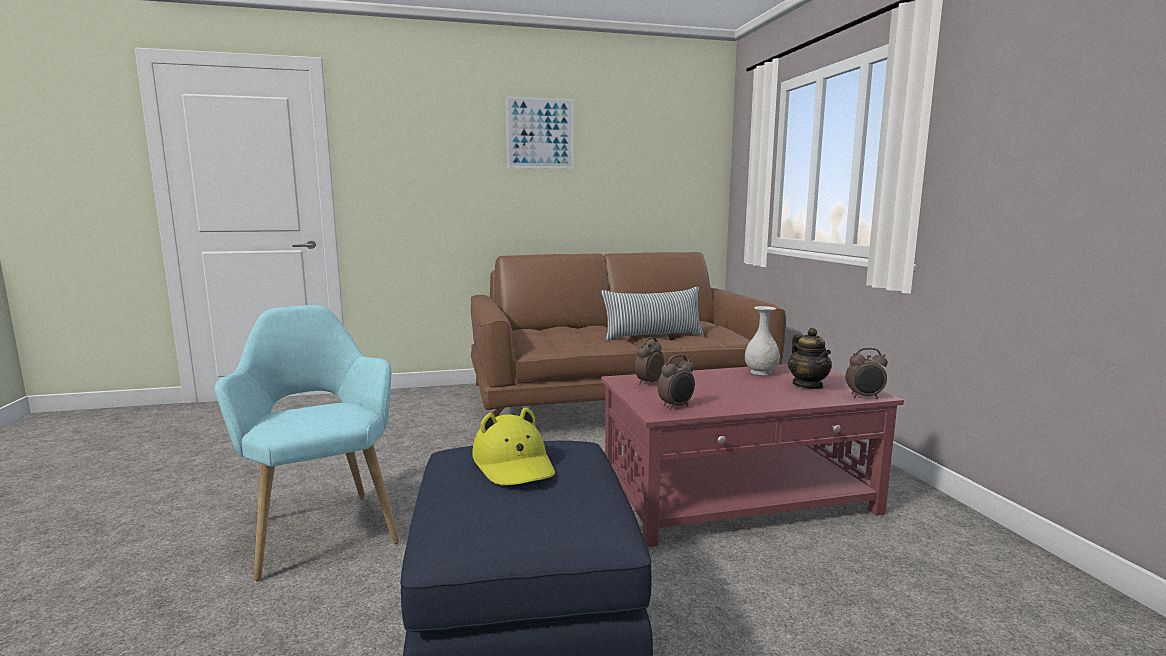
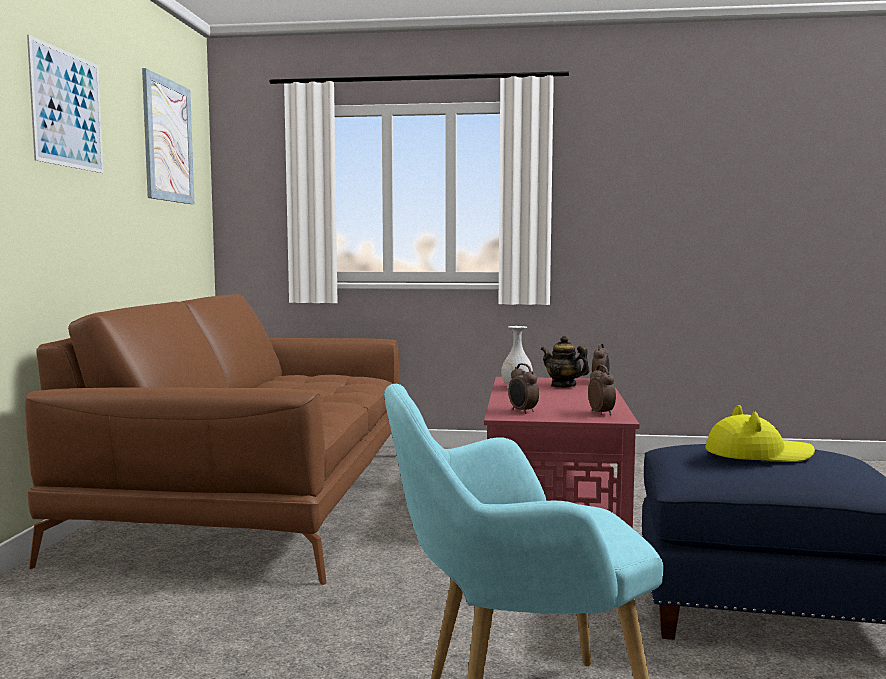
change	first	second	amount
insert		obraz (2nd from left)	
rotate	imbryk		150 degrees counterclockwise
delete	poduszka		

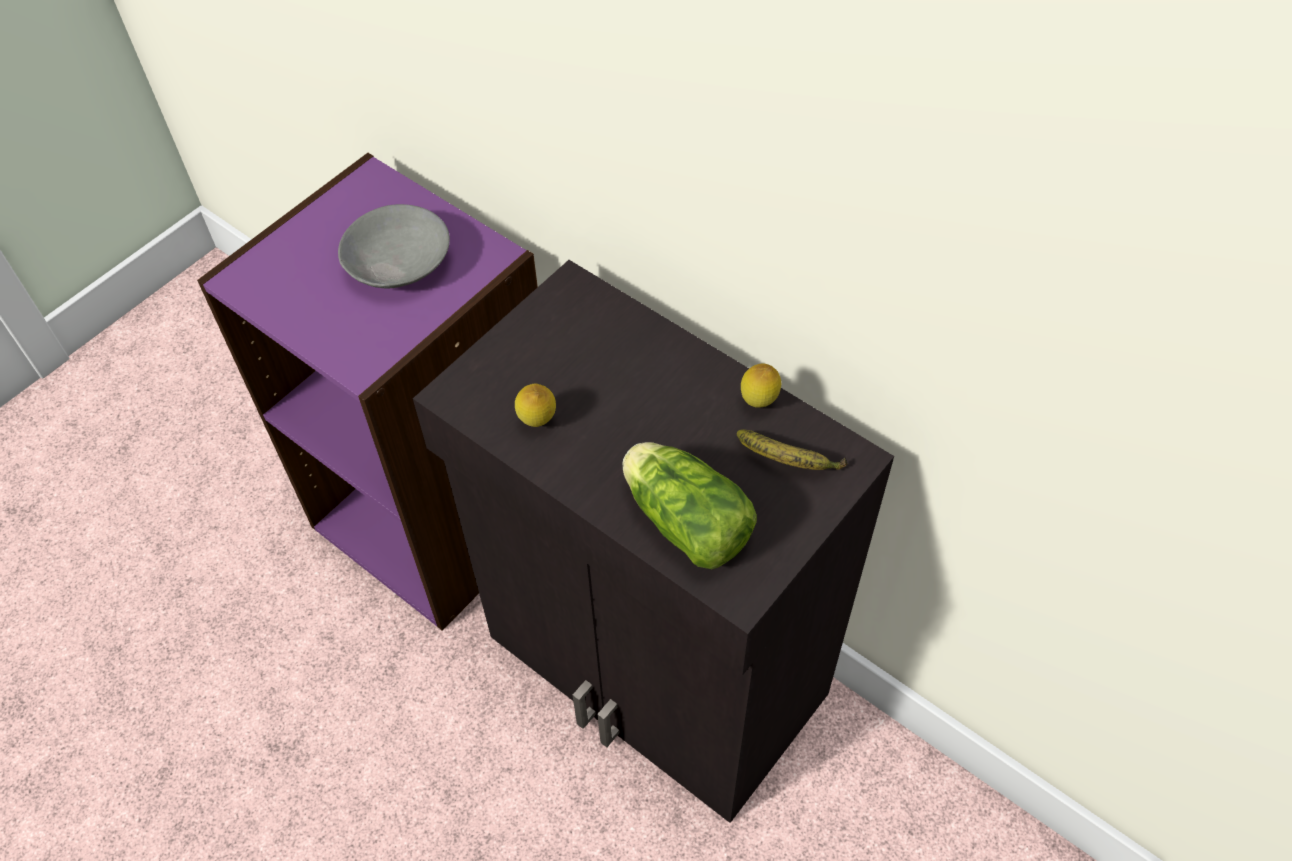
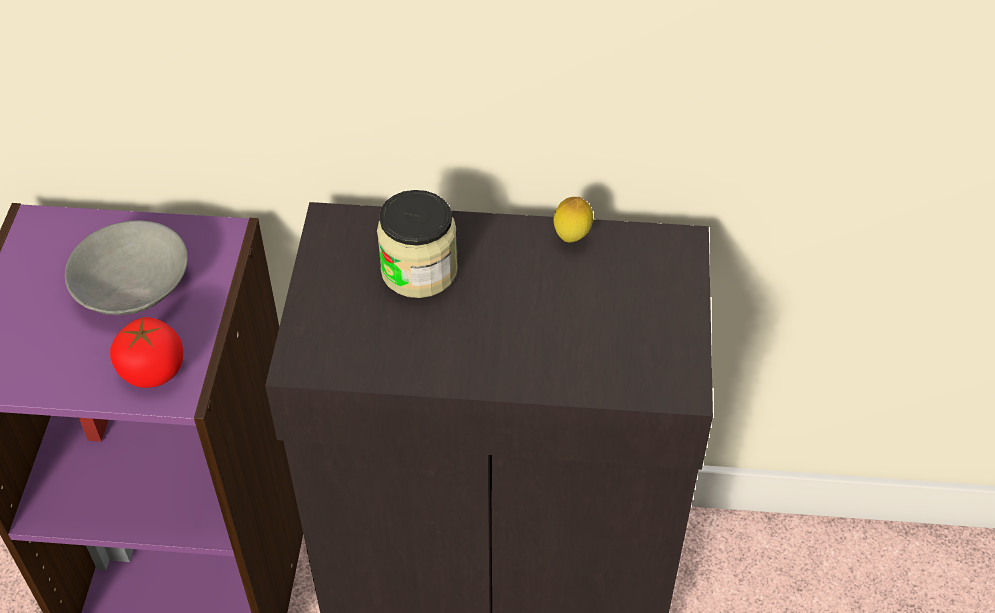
change	first	second	amount
insert		pomidor	
insert		słoik	
delete	cytryna (1st from left)		
delete	sałata		
delete	banan		

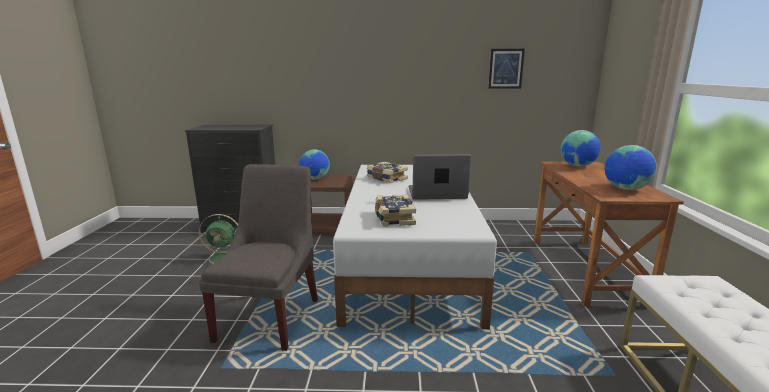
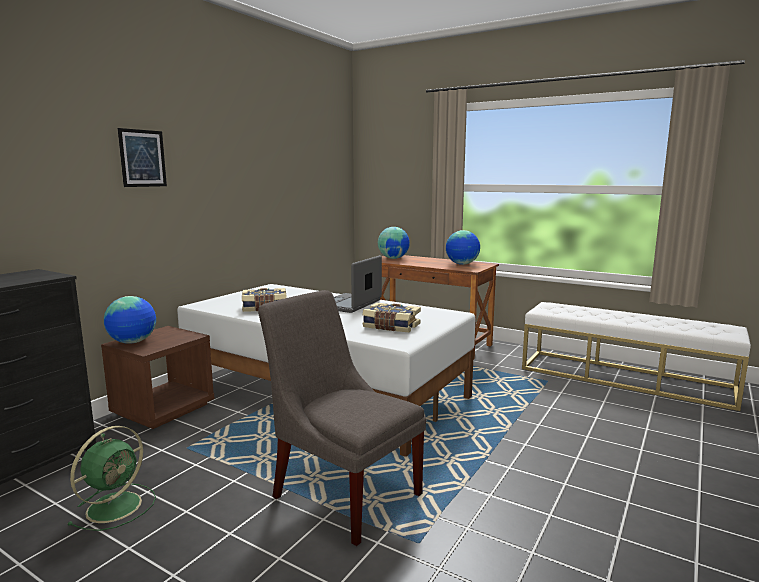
change	first	second	amount
move	obraz		

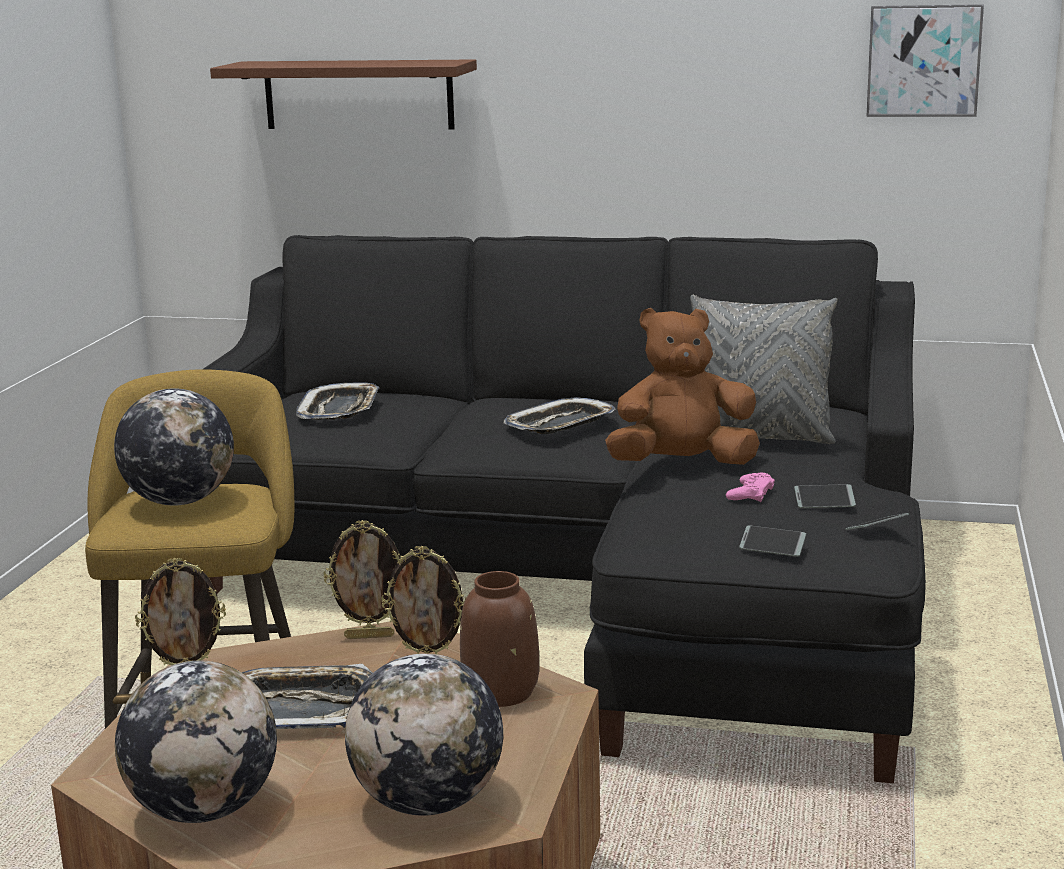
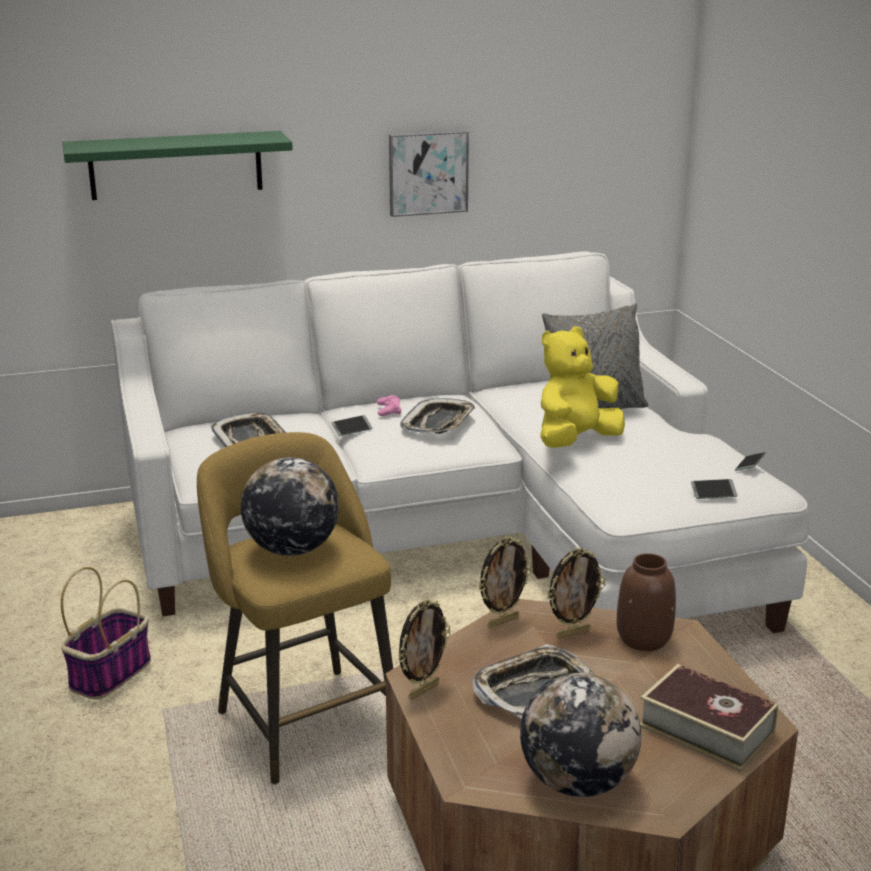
change	first	second	amount
insert		koszyk	
recolor	półka [brązowy]	półka [zielony]	
recolor	kanapa [czarny]	kanapa [biały]	
move	telefon (2nd from left in the first image)	telefon (1st from left)	
move	pad do gier [różowy]		
move	obraz		
recolor	pluszak [brązowy]	pluszak [żółty]	
replace	globus (3rd from left)	książka	

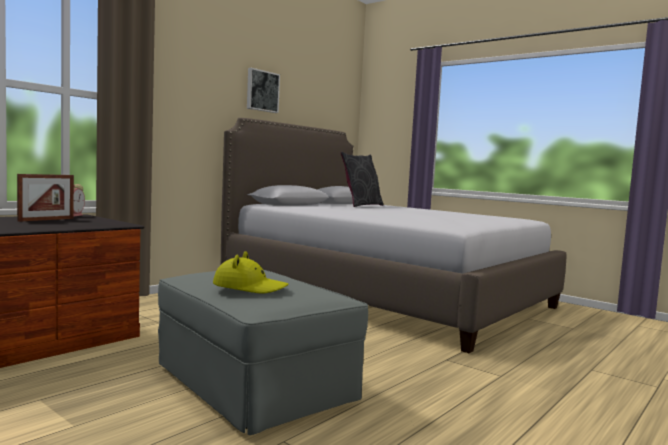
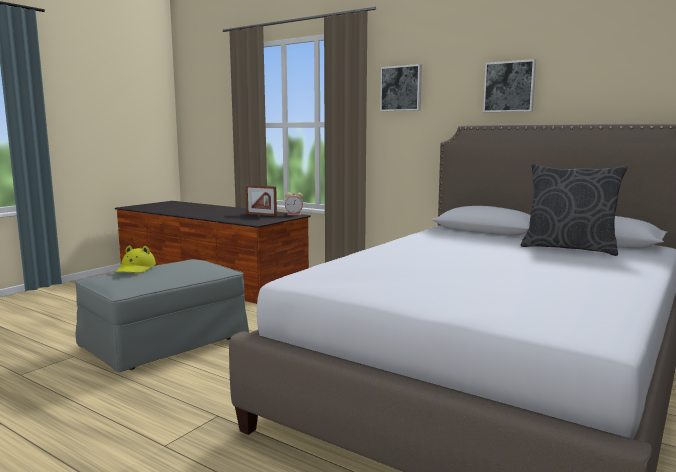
change	first	second	amount
insert		obraz (1st from left)	

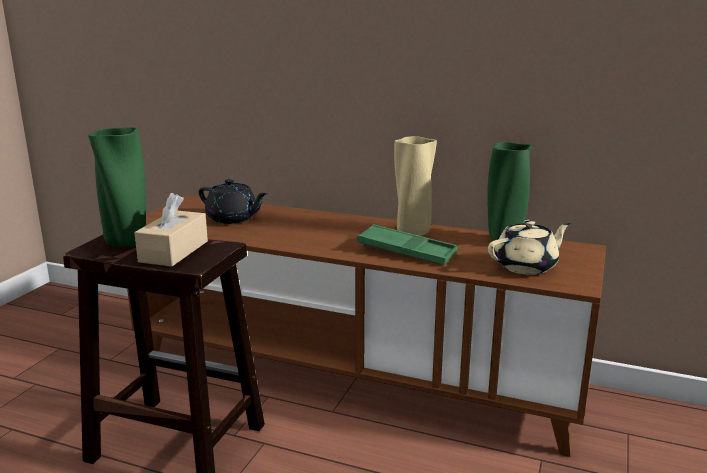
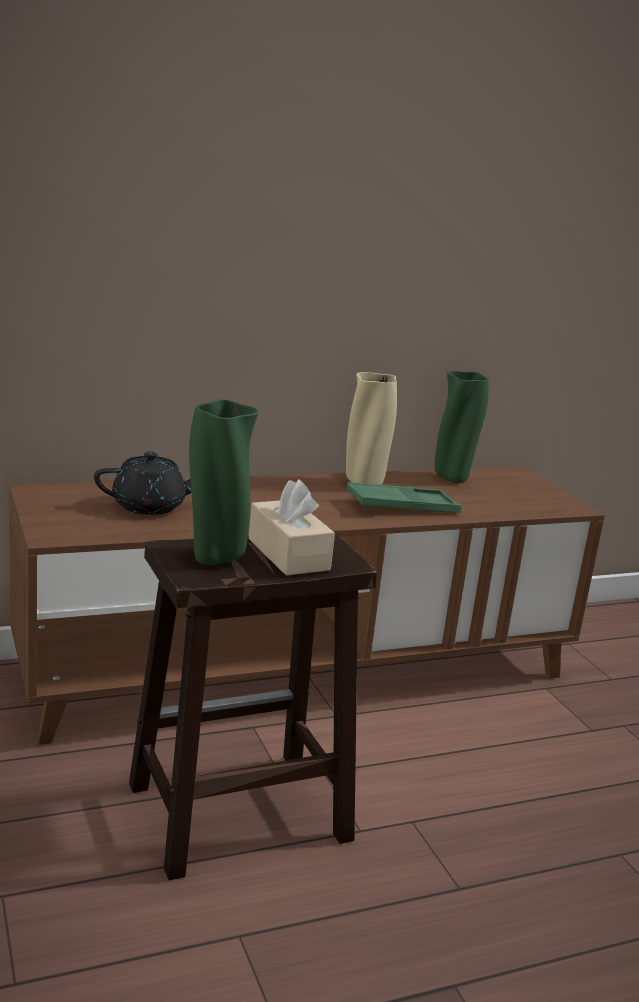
change	first	second	amount
delete	imbryk [beżowy]		

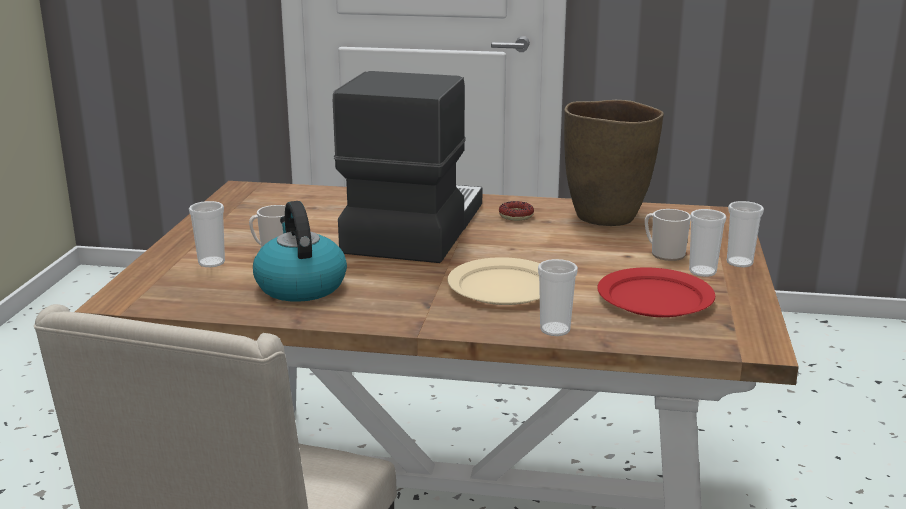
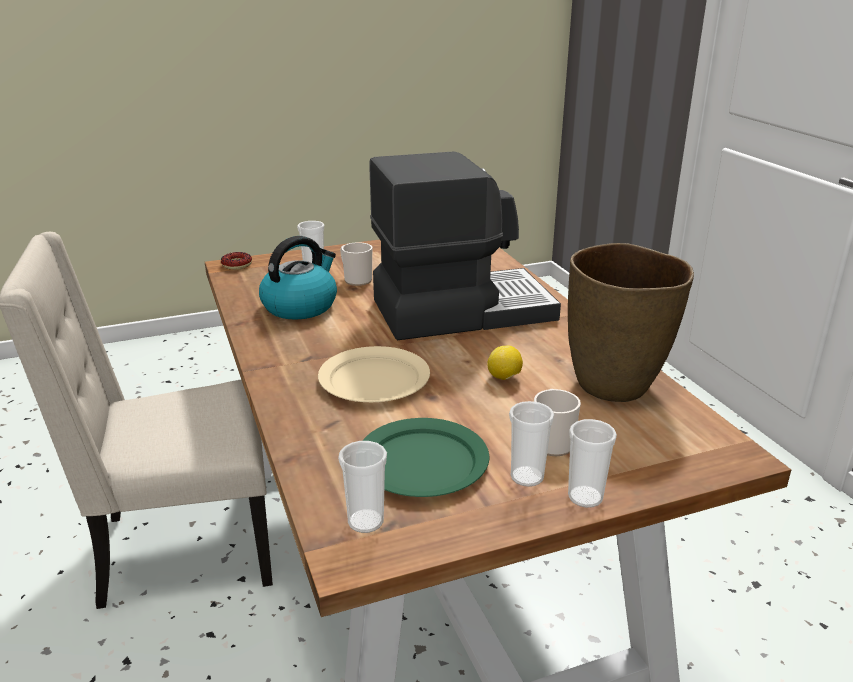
change	first	second	amount
move	donut		
move	filiżanka (2nd from left)		
recolor	talerz [czerwony]	talerz [zielony]	
insert		cytryna	

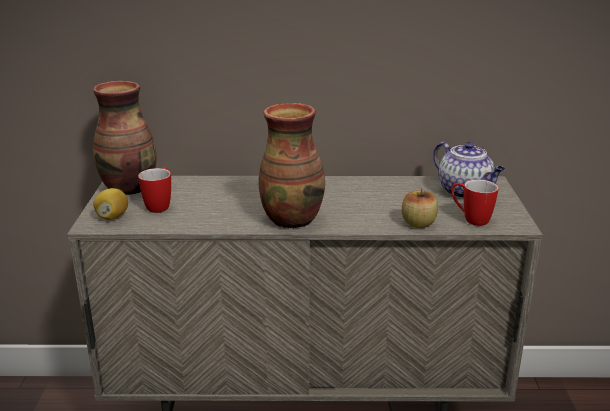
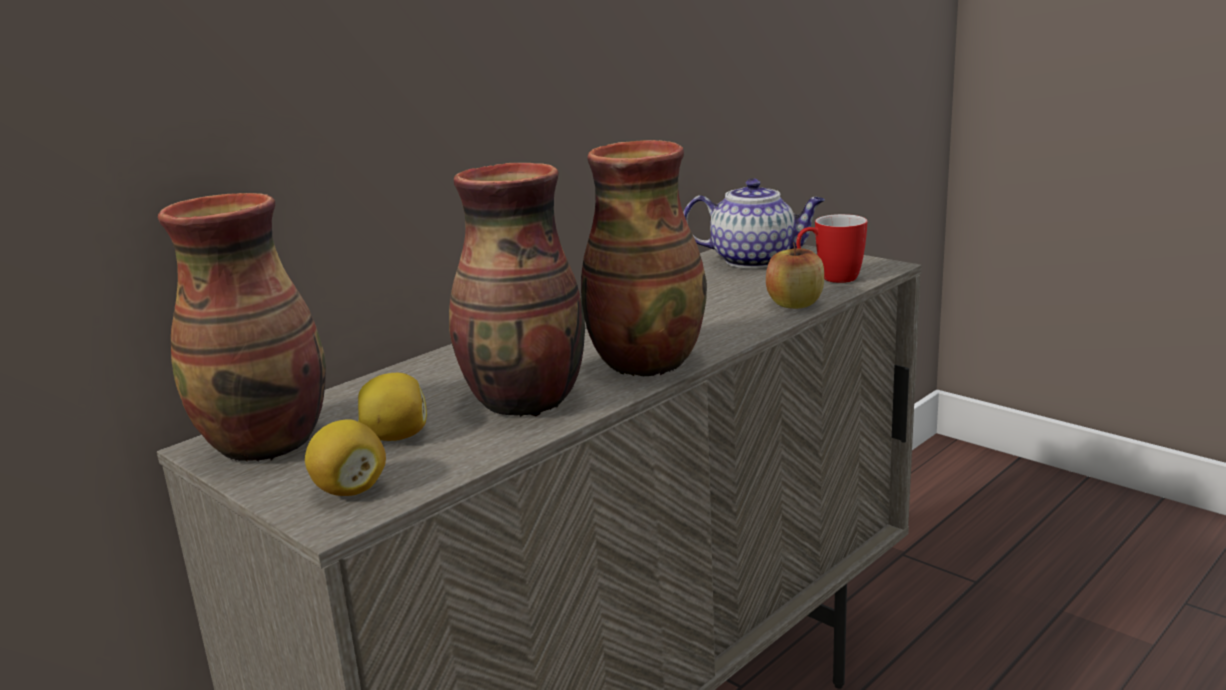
change	first	second	amount
replace	kubek (1st from left)	cytryna (2nd from left)	
insert		wazon (2nd from left)	

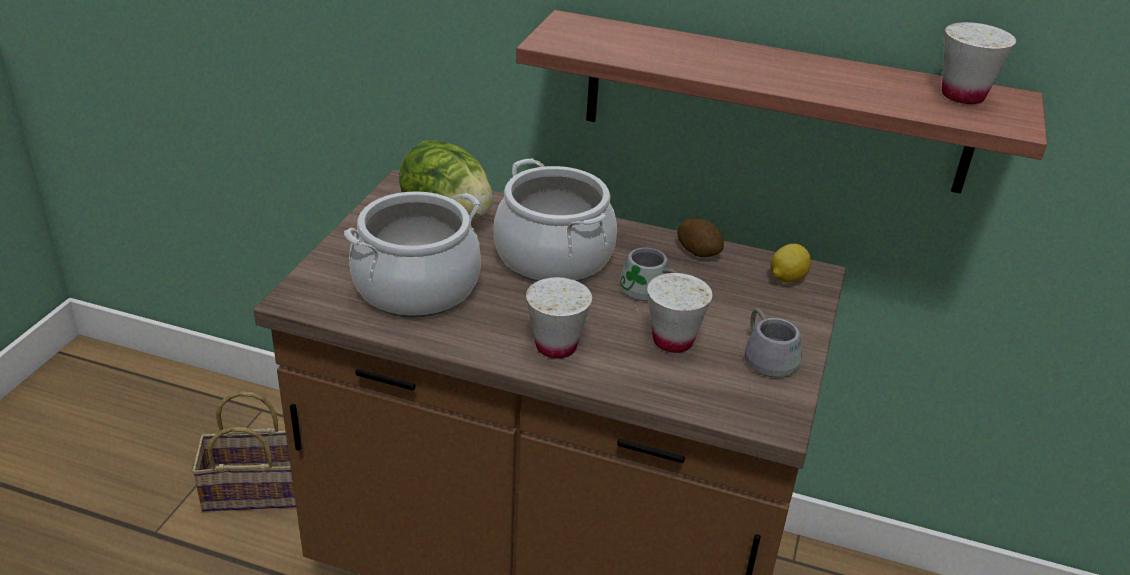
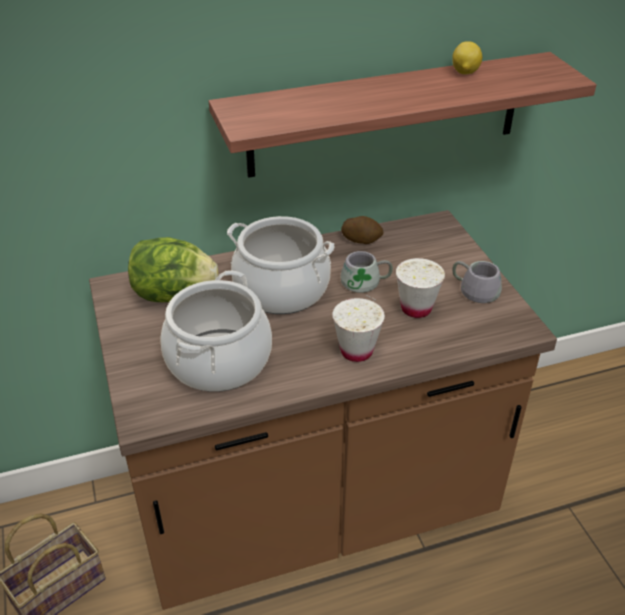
change	first	second	amount
move	cytryna		
delete	filiżanka [biały] (3rd from left)		

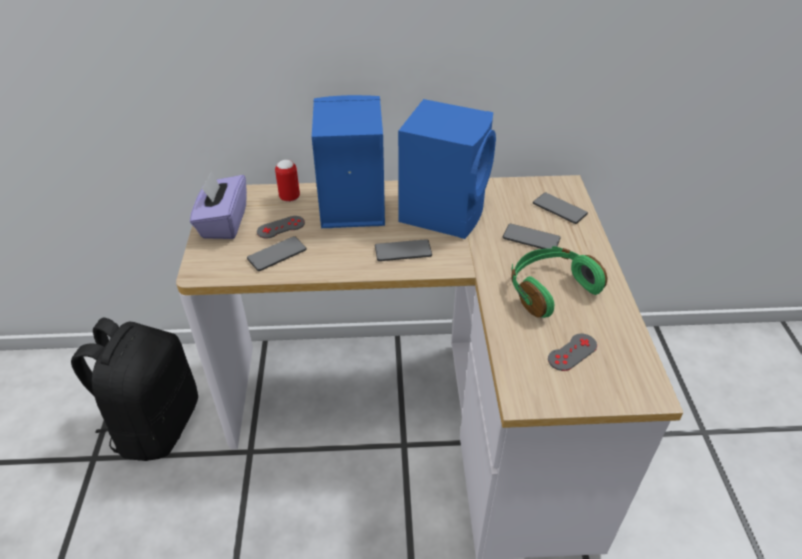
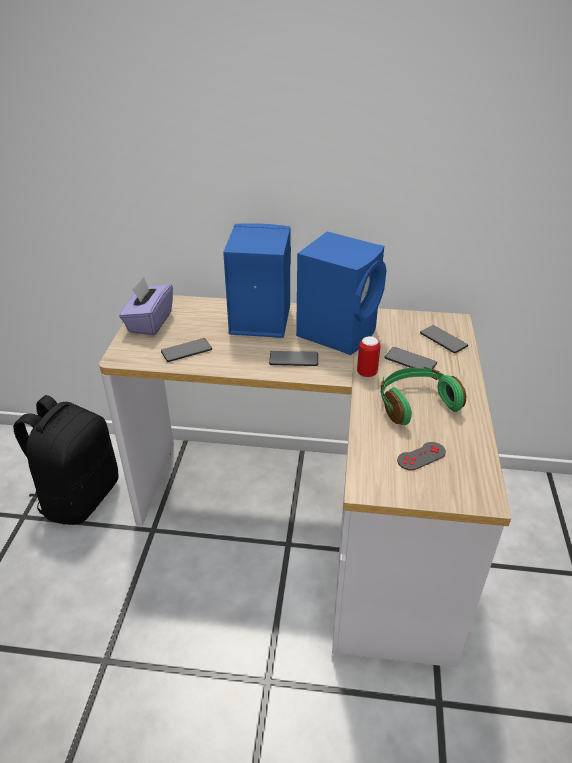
change	first	second	amount
move	puszka		
delete	pad do gier [szary] (1st from left)		

